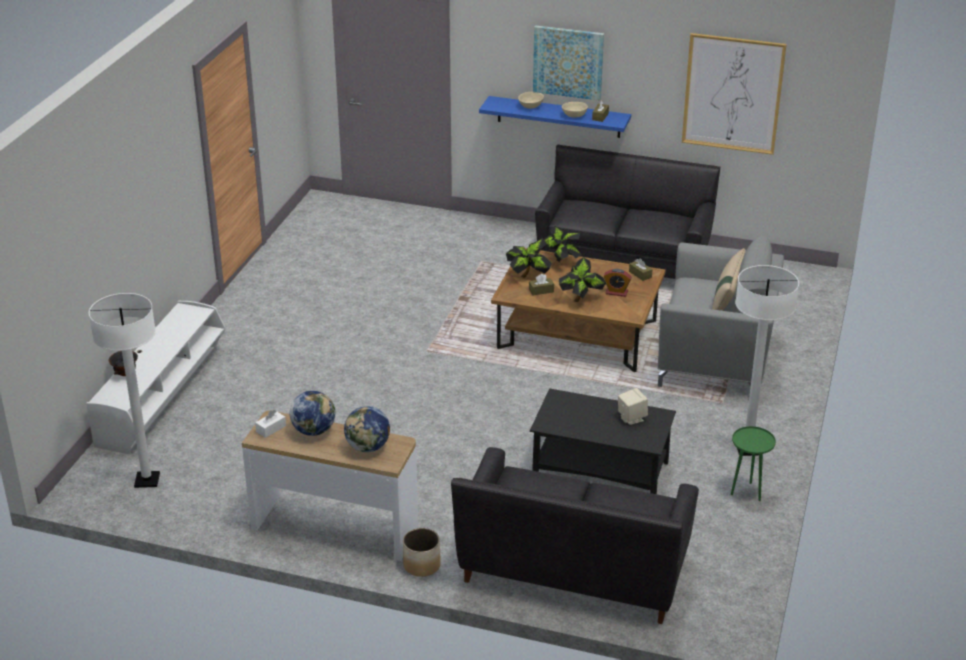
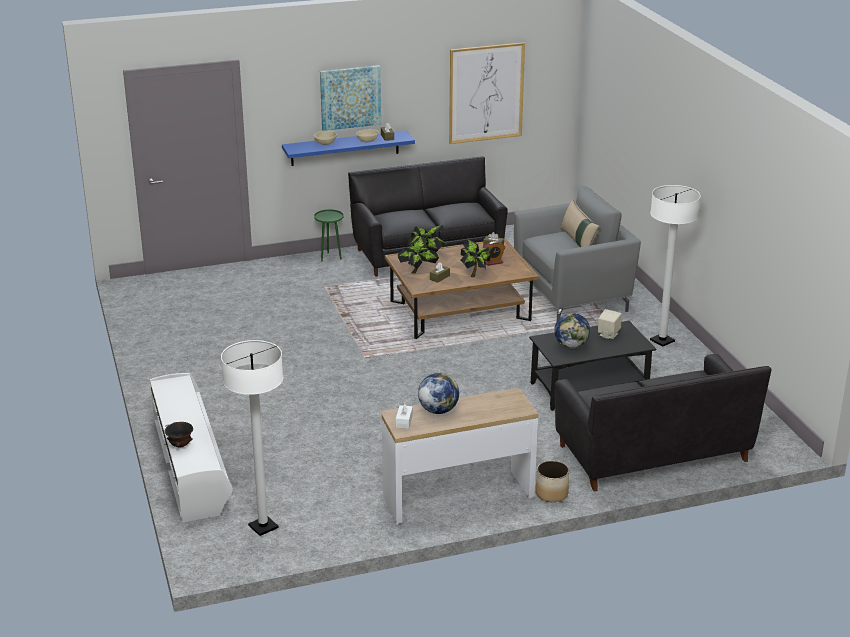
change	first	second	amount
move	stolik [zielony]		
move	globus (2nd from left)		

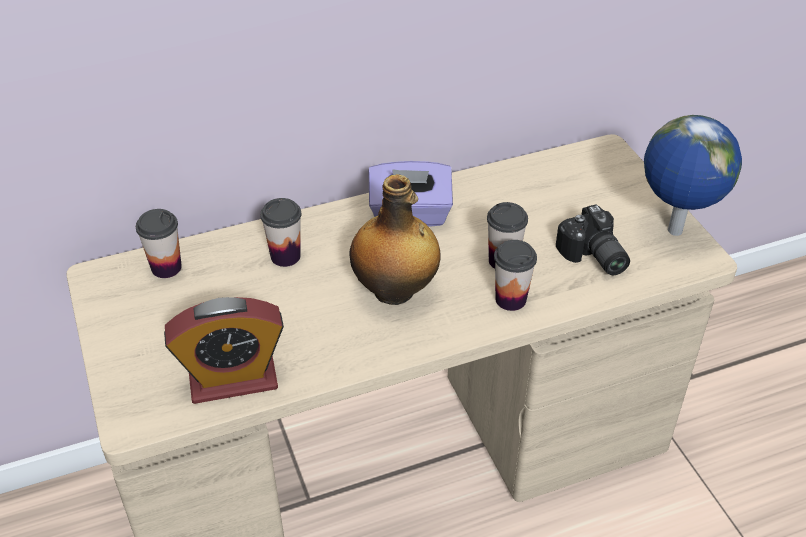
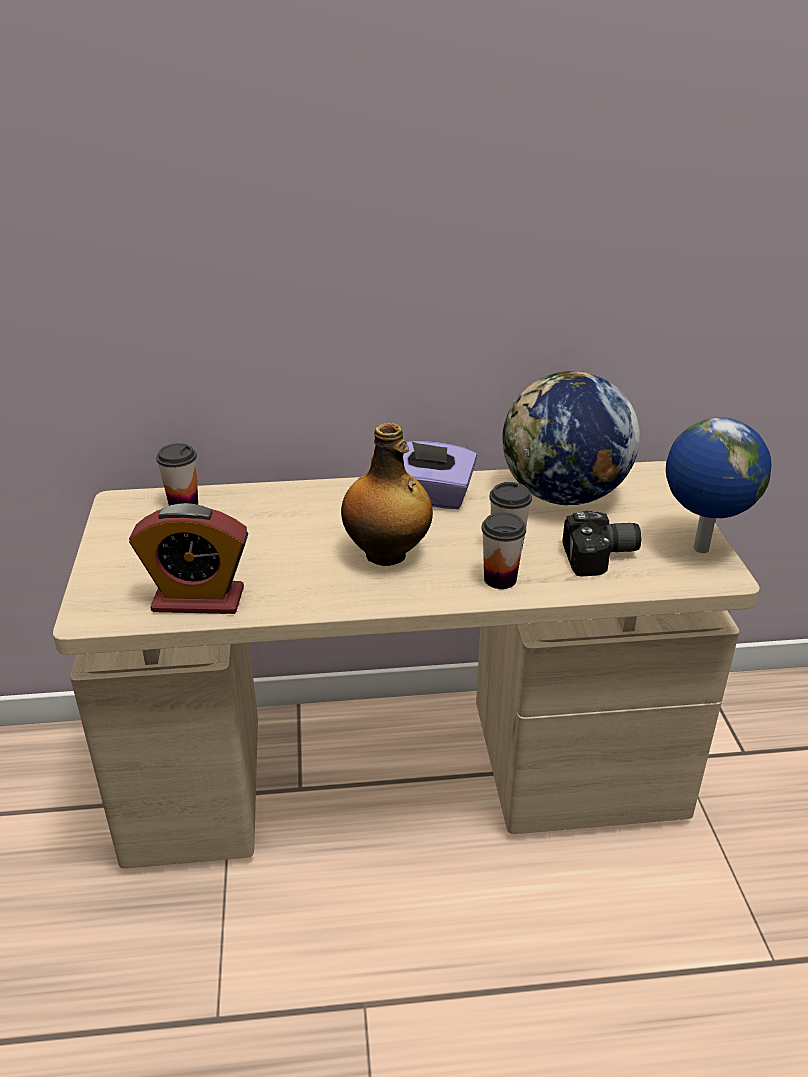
change	first	second	amount
insert		globus (1st from left)	
rotate	aparat fotograficzny		90 degrees counterclockwise
delete	filiżanka (2nd from left)		

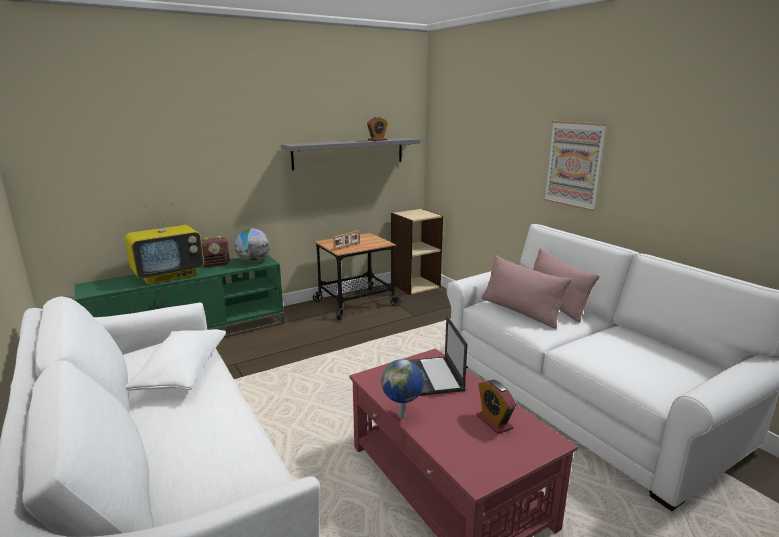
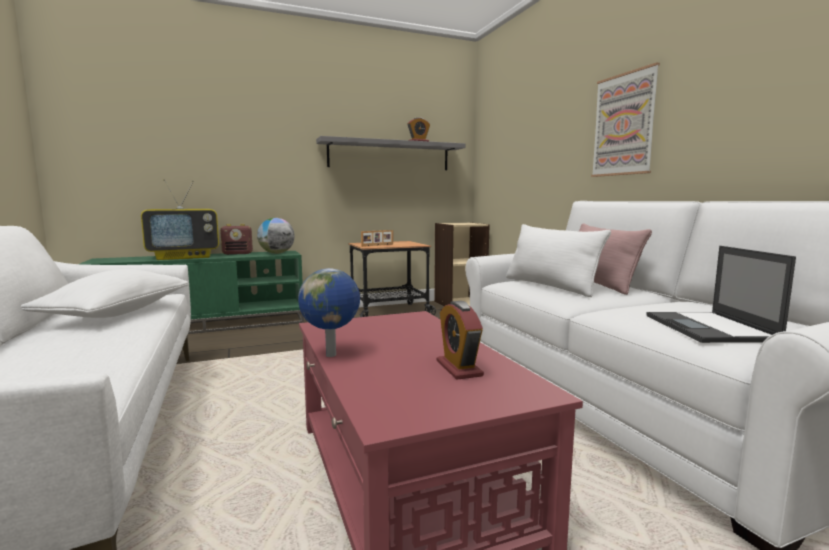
change	first	second	amount
recolor	poduszka [różowy] (1st from left)	poduszka [biały] (2nd from left)	
move	laptop		

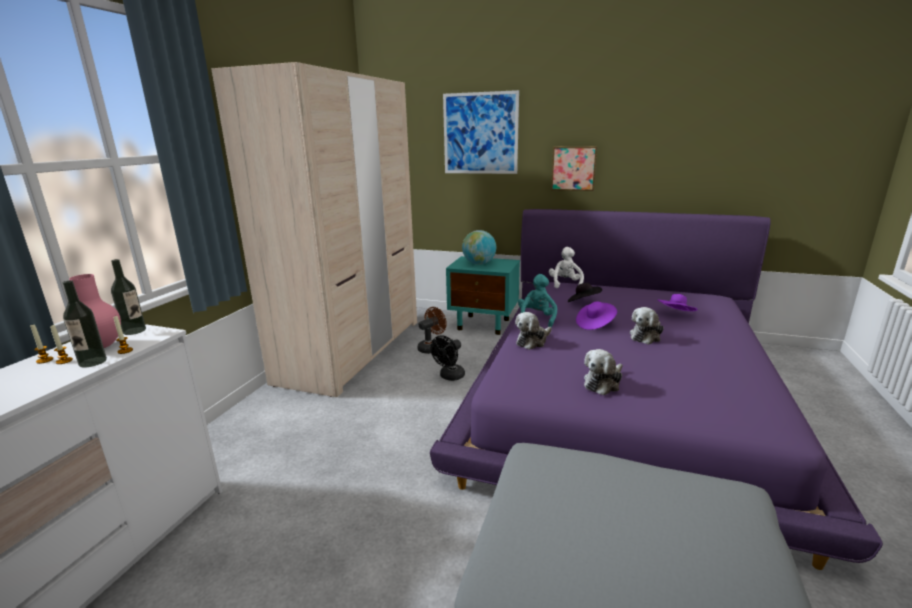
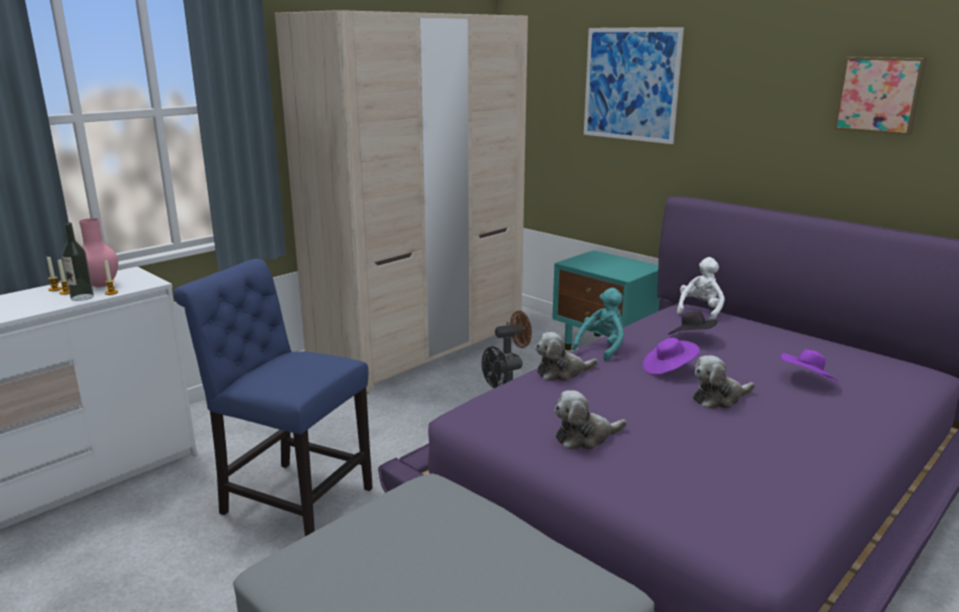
change	first	second	amount
insert		krzesło [niebieski]	
move	obraz (2nd from left)		
delete	butelka (2nd from left)		
delete	globus		

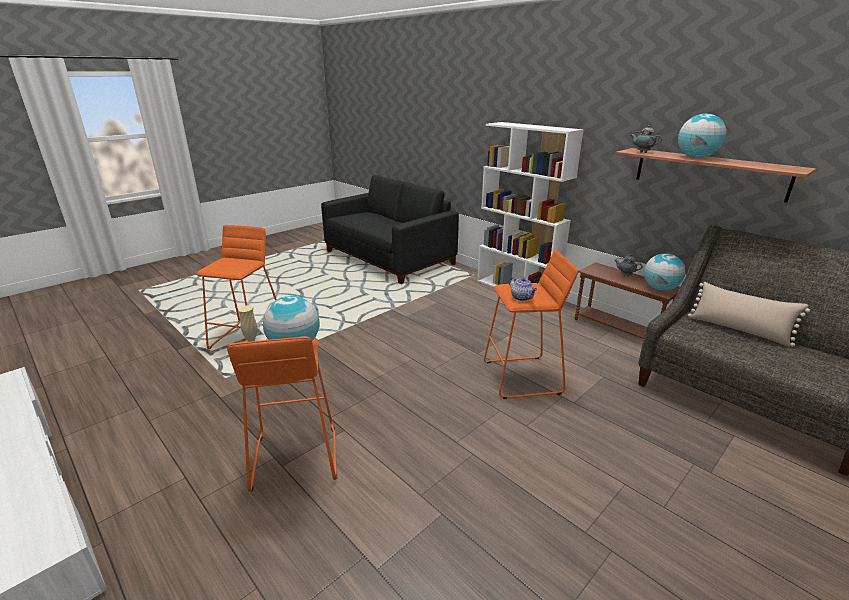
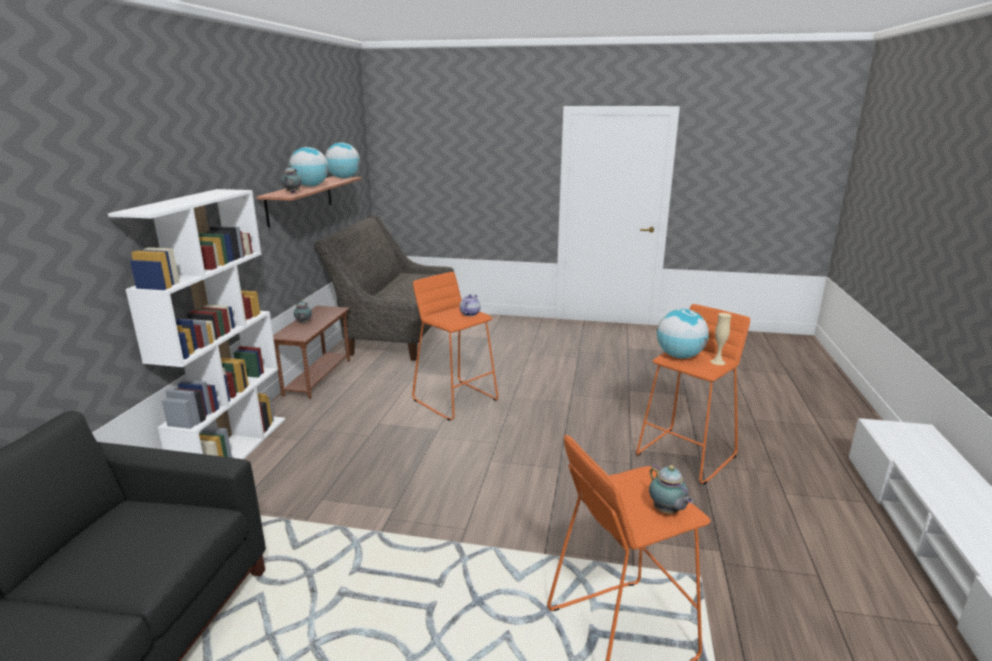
change	first	second	amount
move	globus (2nd from left)		
insert		imbryk (4th from left)	
delete	poduszka [beżowy]		

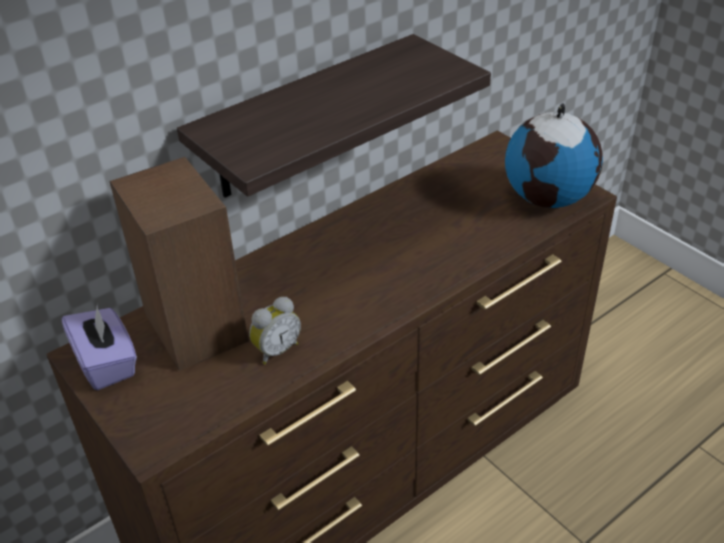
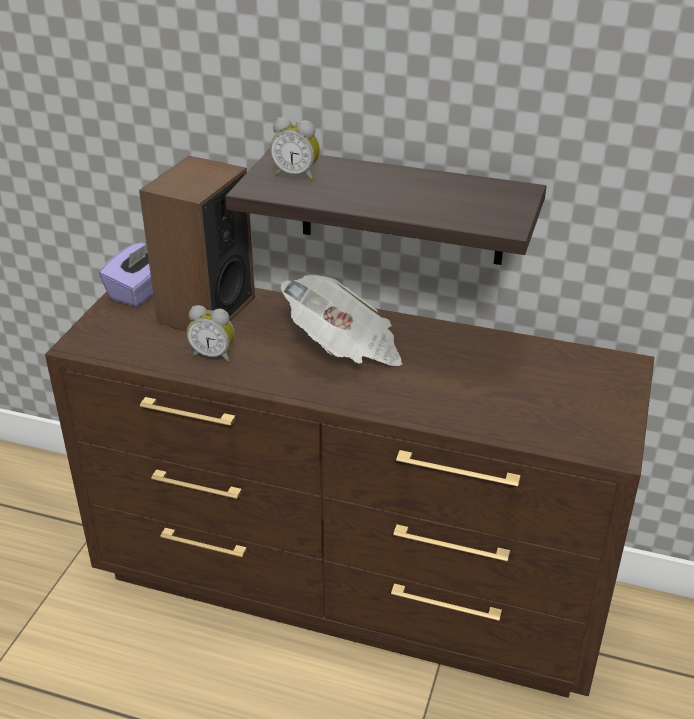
change	first	second	amount
insert		budzik (2nd from left)	
insert		gazeta	
delete	globus		

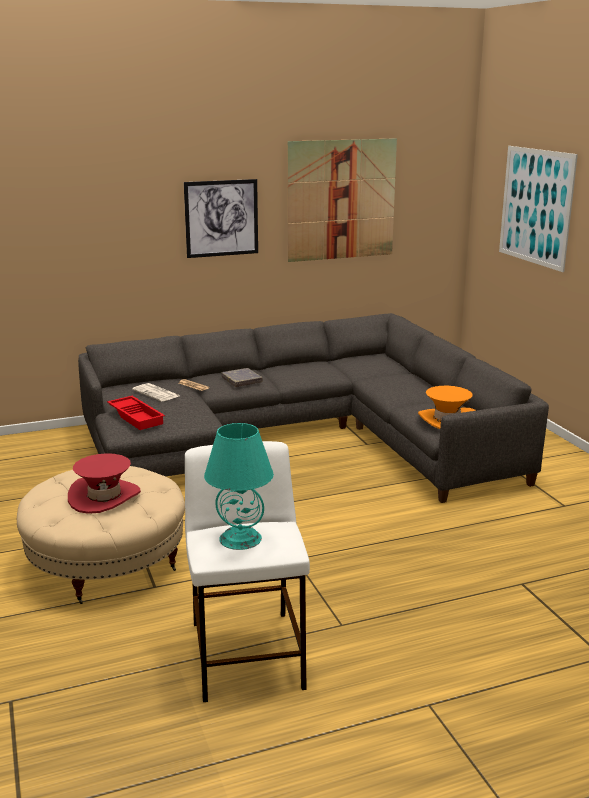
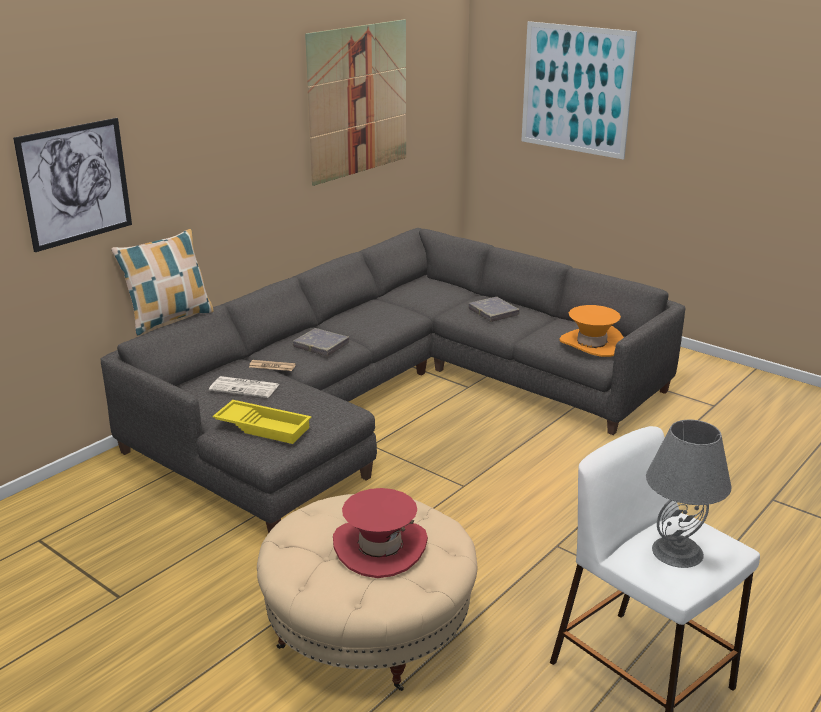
change	first	second	amount
move	obraz (1st from left)		
insert		poduszka	
recolor	taca [czerwony]	taca [żółty]	
insert		książka [szary] (2nd from left)	
recolor	lampa stołowa [turkusowy]	lampa stołowa [szary]	

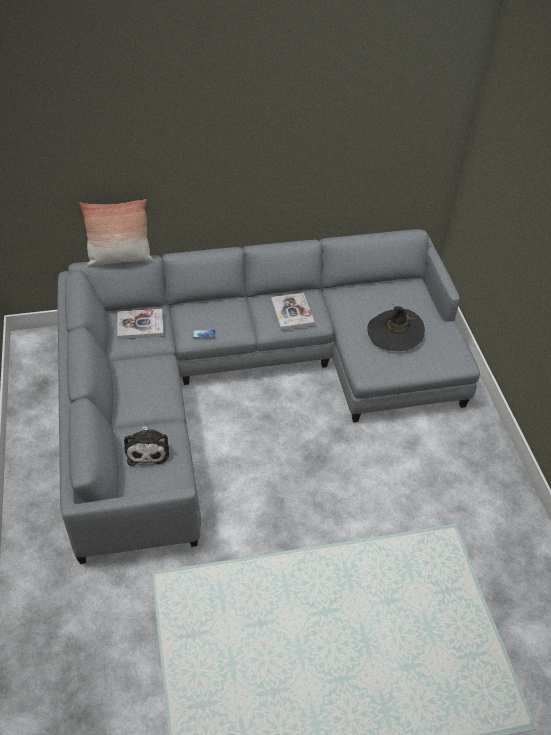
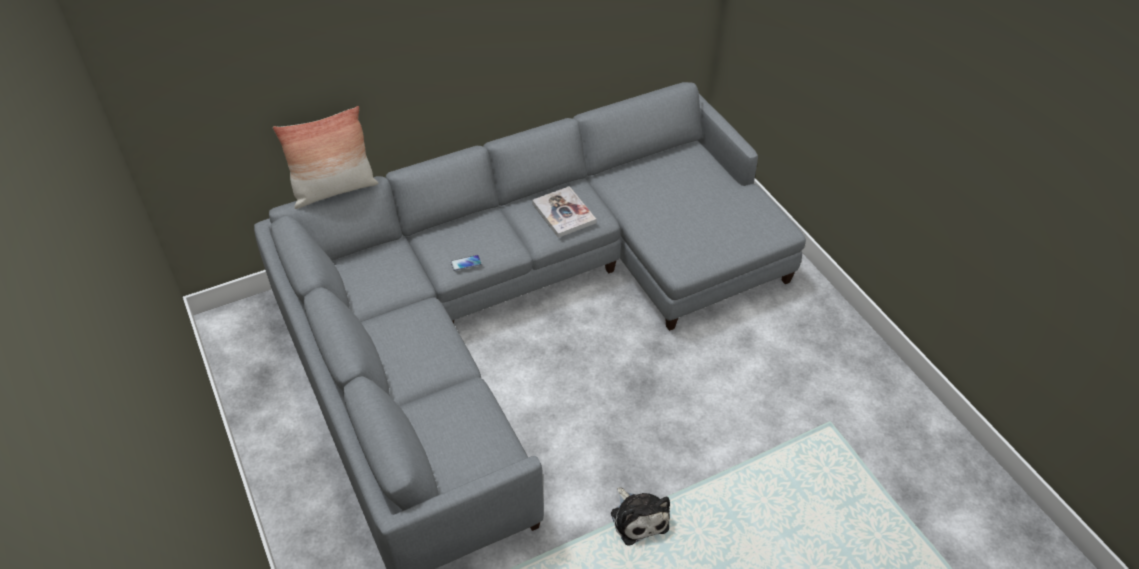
change	first	second	amount
move	pluszak		
delete	książka (1st from left)		
delete	kapelusz [czarny]		

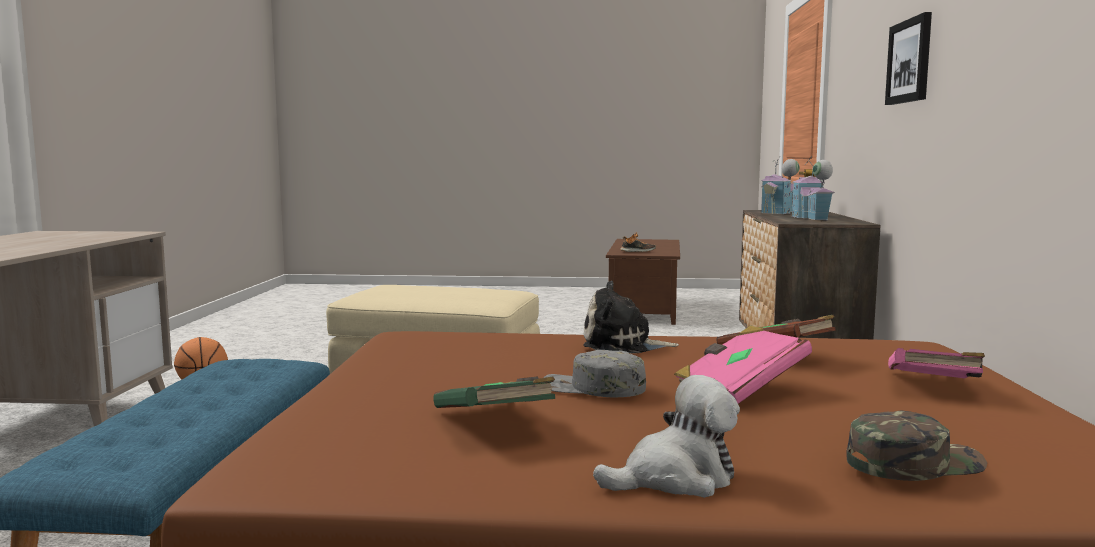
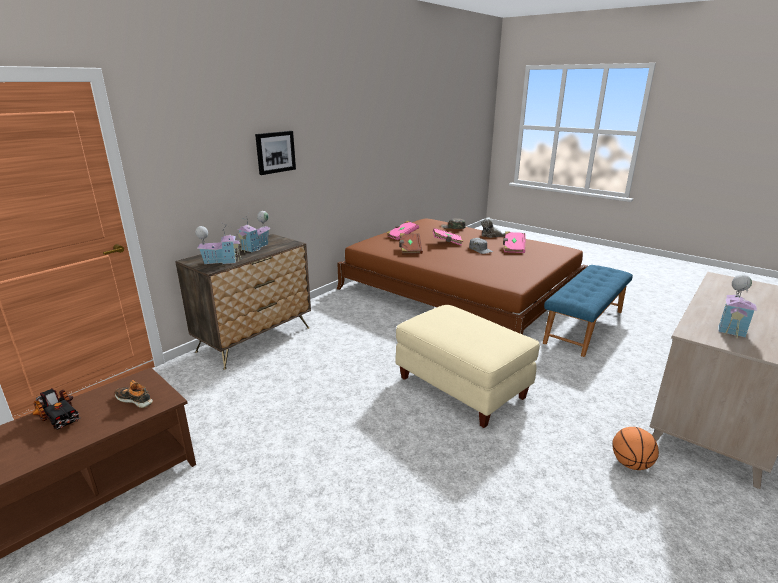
change	first	second	amount
insert		ciężarówka zabawkowa	
recolor	książka [zielony]	książka [różowy] (3rd from left)	
insert		domek (3rd from left)	
delete	pluszak (1st from left)		

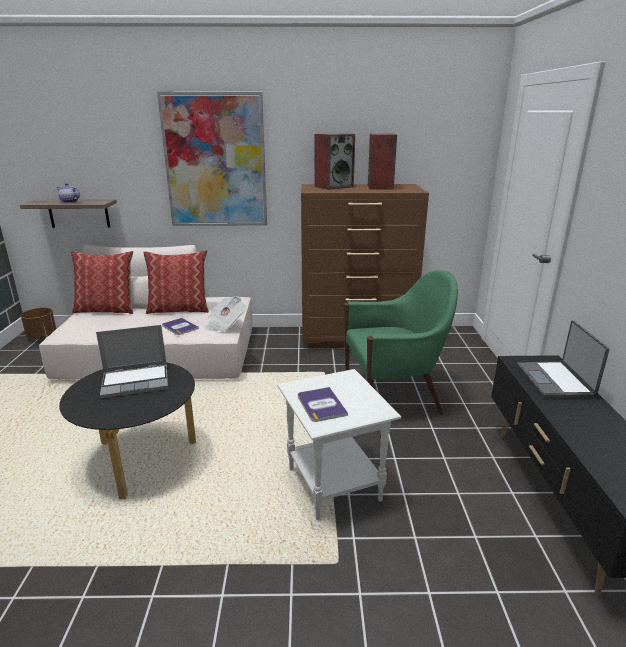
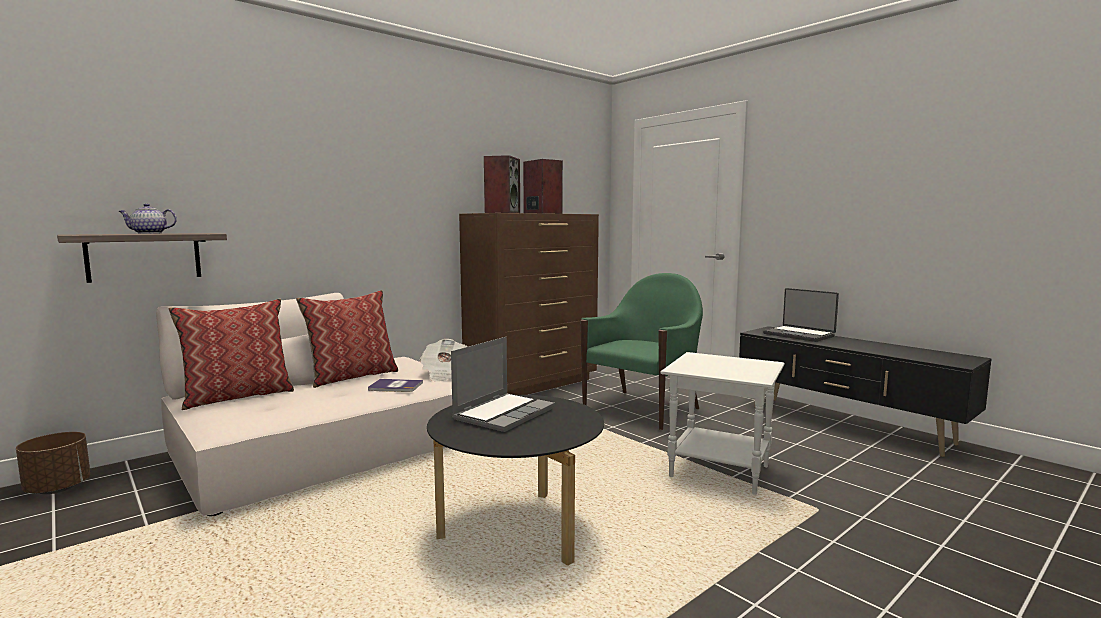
change	first	second	amount
delete	obraz		
delete	książka (2nd from left)		

